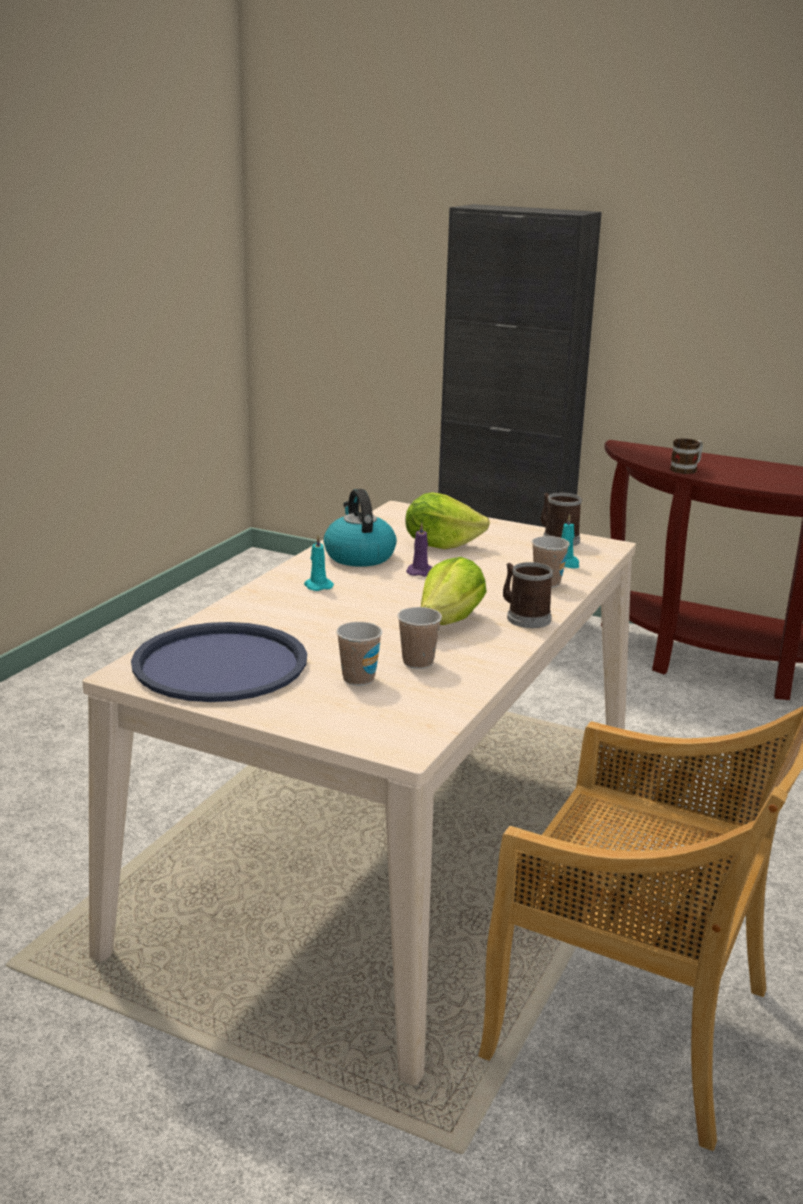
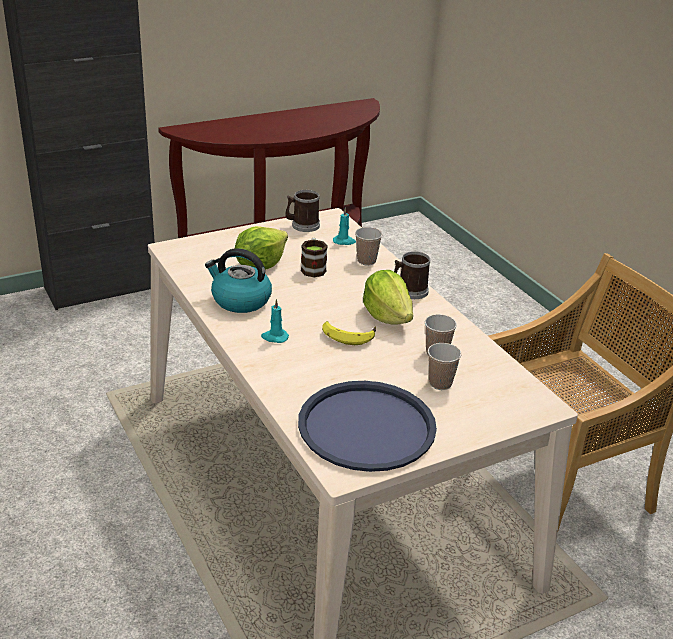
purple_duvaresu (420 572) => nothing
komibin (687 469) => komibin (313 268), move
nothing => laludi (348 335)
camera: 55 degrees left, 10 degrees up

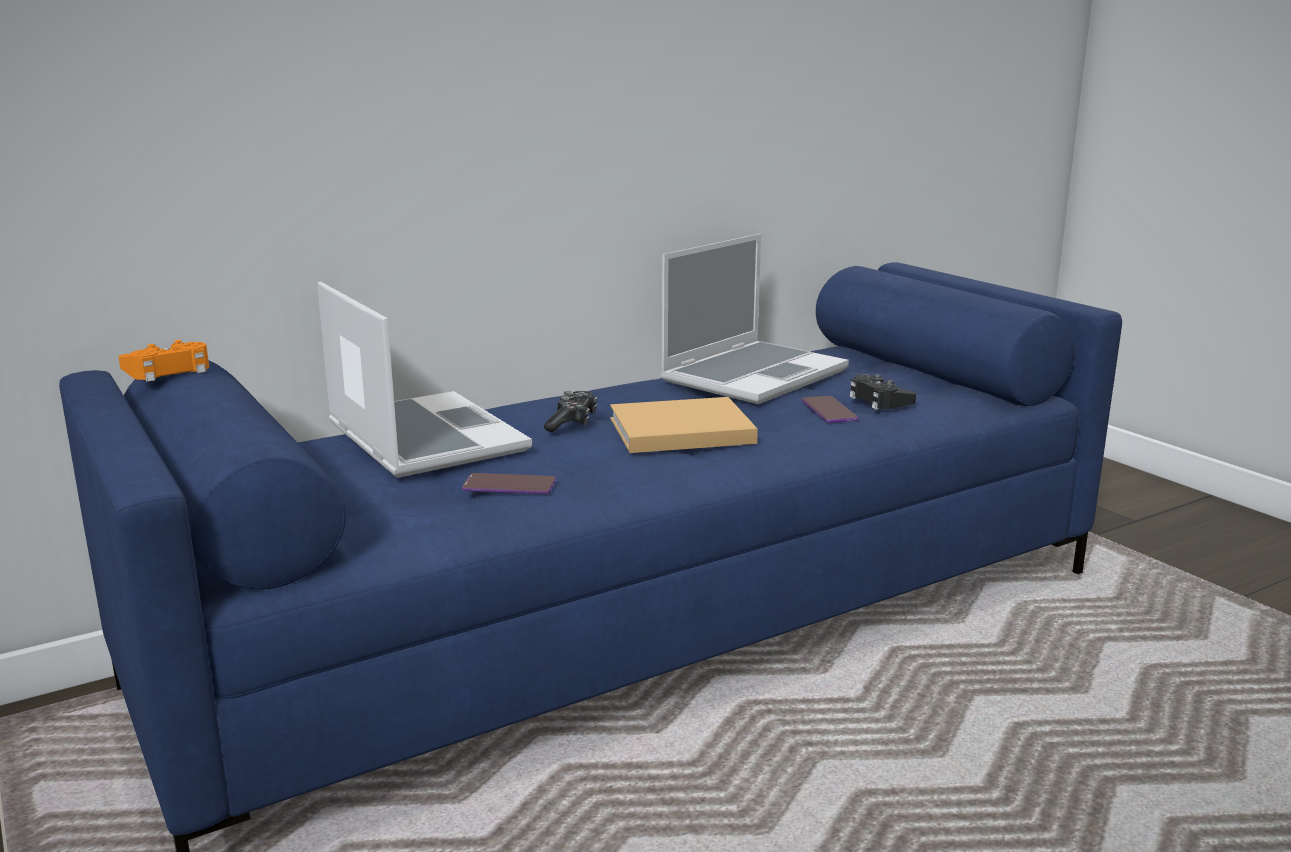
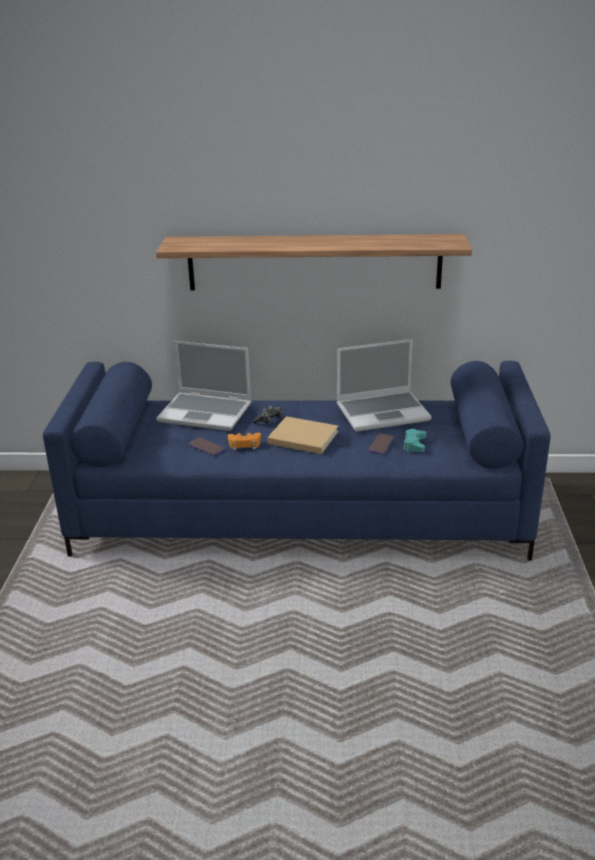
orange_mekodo (169 371) => orange_mekodo (244 444), move
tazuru (422 438) => tazuru (206 413), 105 degrees clockwise
black_mekodo (879 400) => turquoise_mekodo (414 444)
nothing => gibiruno (314 262)
camera: 35 degrees right, 10 degrees up

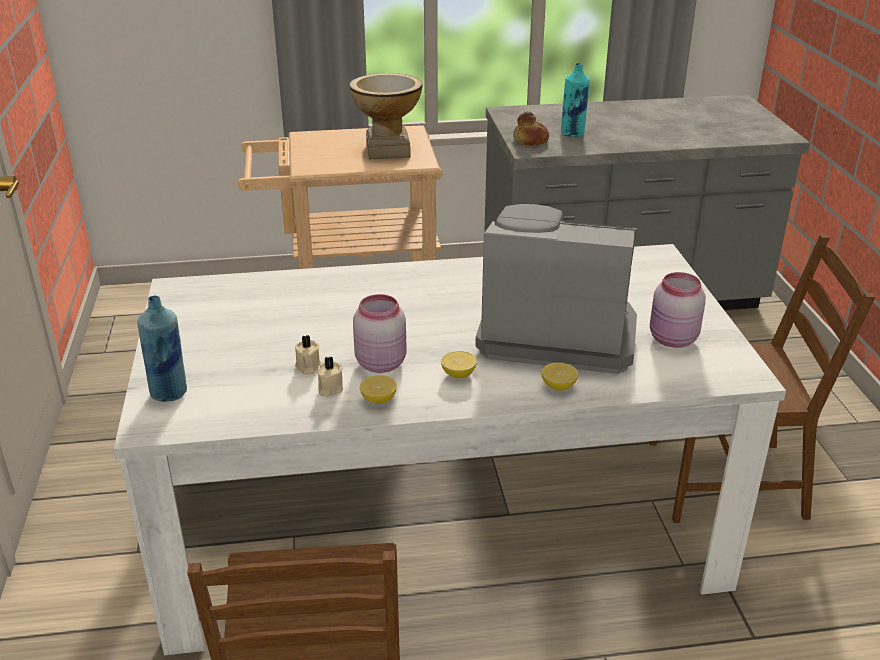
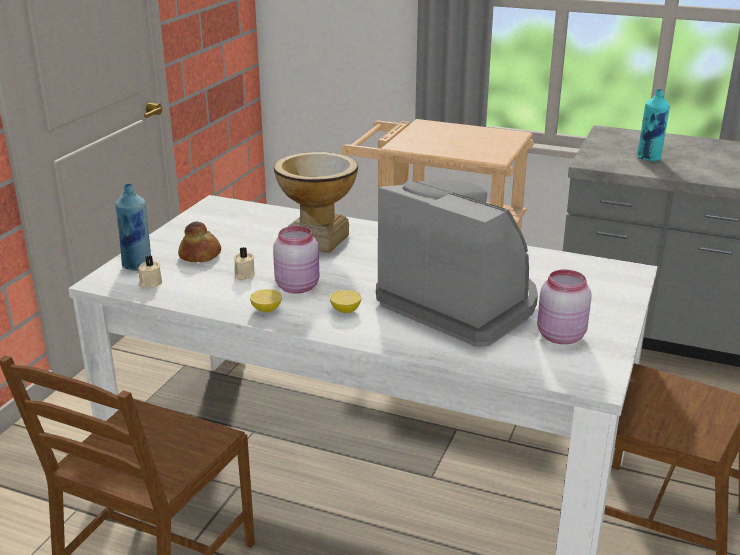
beige_duvaresu (329 388) => beige_duvaresu (150 283), move
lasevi (387 150) => lasevi (318 239), move
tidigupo (531 140) => tidigupo (201 255), move
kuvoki (558 386) => nothing
camera: 30 degrees right, 5 degrees down

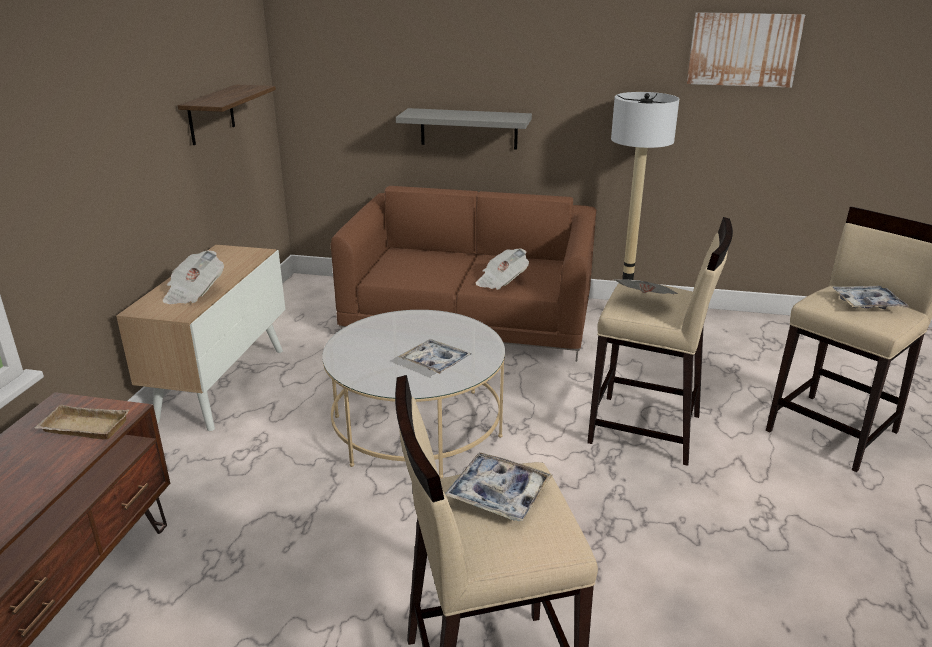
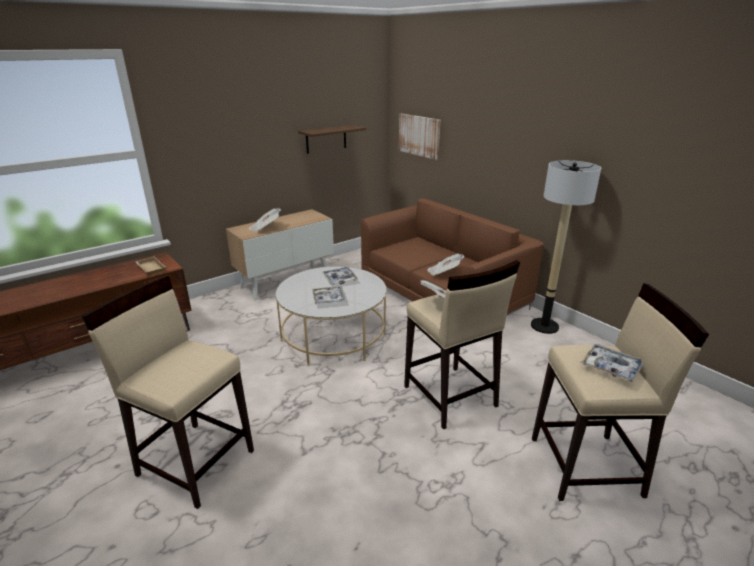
grey_gibiruno (468 128) => nothing
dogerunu (498 494) => dogerunu (340 279), move
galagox (743 49) => galagox (419 135), move
camera: 40 degrees right, 0 degrees up

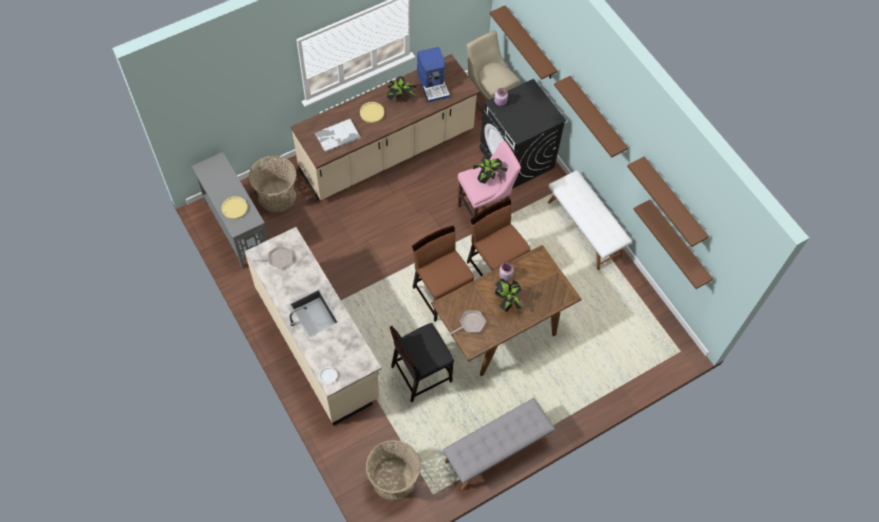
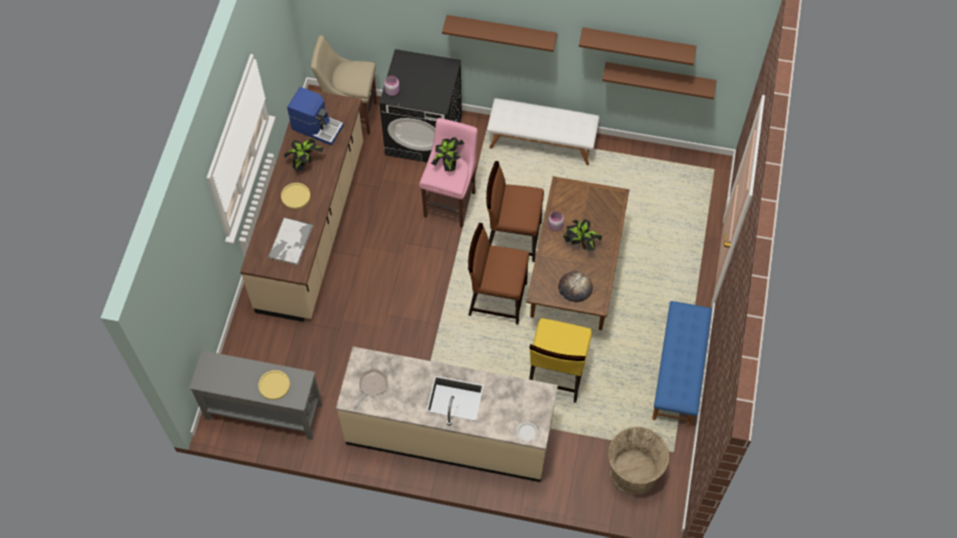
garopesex (277 196) => nothing
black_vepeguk (420 374) => yellow_vepeguk (556 374)
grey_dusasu (496 451) => blue_dusasu (679 373)
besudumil (470 324) => tidigupo (575 287)
brown_gibiruno (529 44) => nothing
camera: 45 degrees left, 0 degrees up

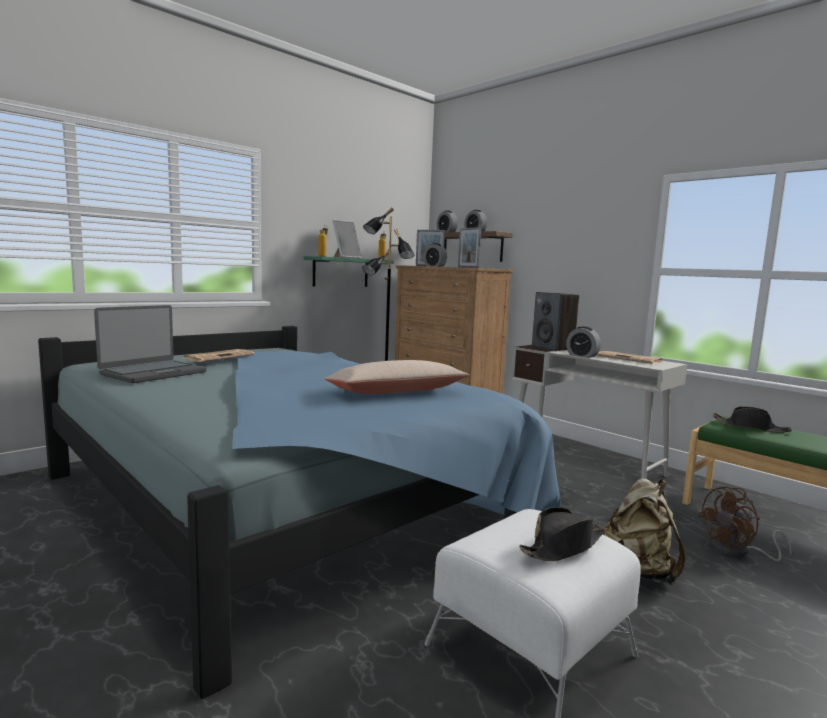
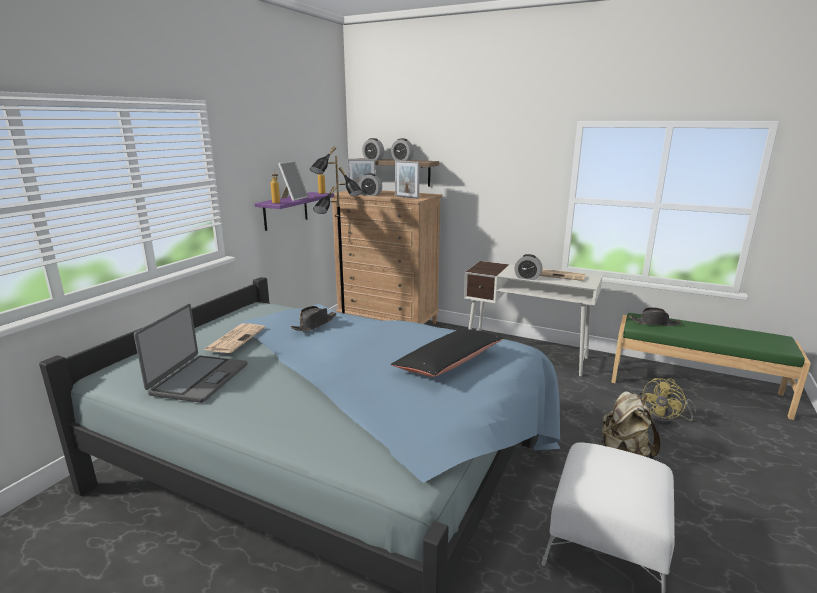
green_gibiruno (340 272) => purple_gibiruno (285 211)
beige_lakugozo (396 392) => black_lakugozo (448 363)
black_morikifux (563 547) => black_morikifux (314 324), move
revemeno (553 348) => nothing
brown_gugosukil (738 552) => yellow_gugosukil (666 419)
camera: 20 degrees left, 10 degrees up

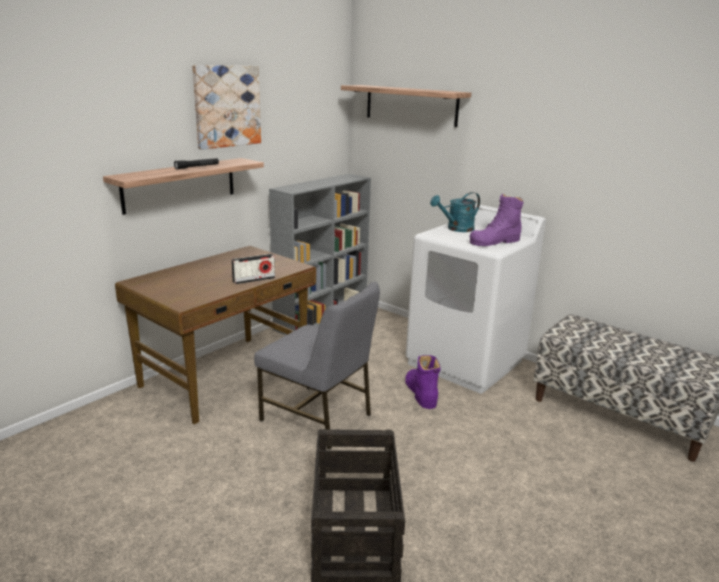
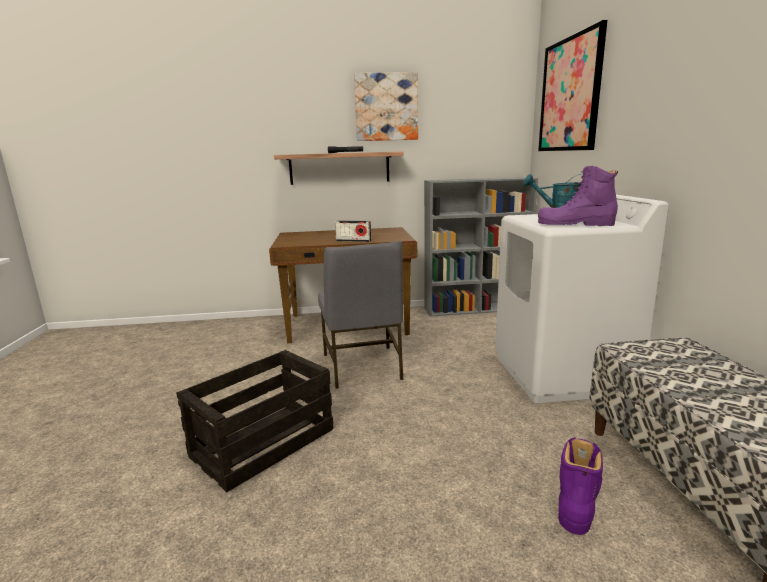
gibiruno (411 105) => galagox (570 95)
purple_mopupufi (420 393) => purple_mopupufi (579 500), move
camera: 45 degrees right, 5 degrees down

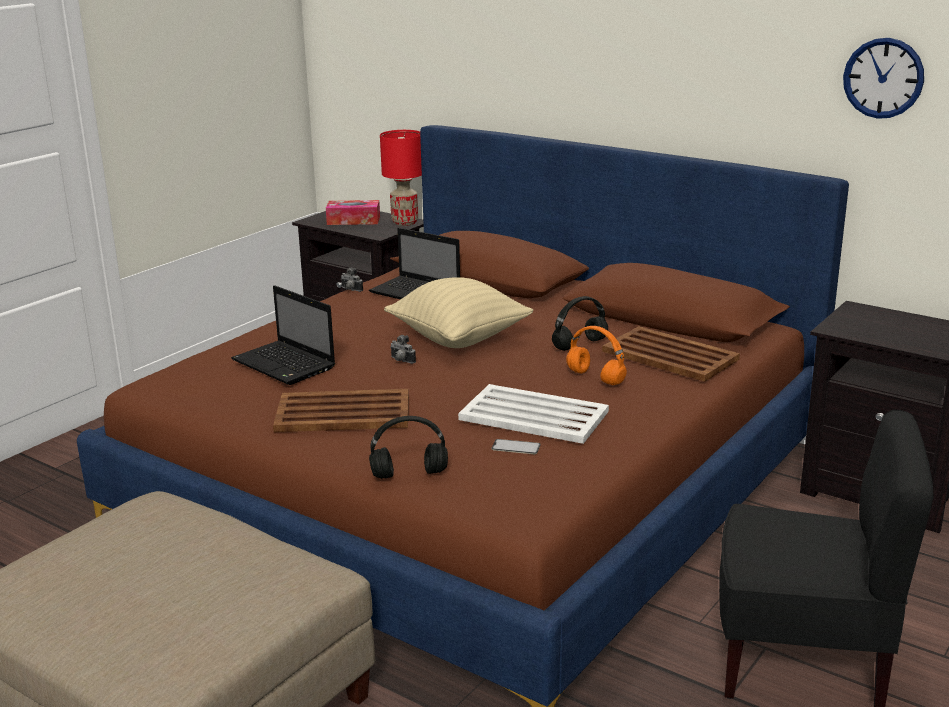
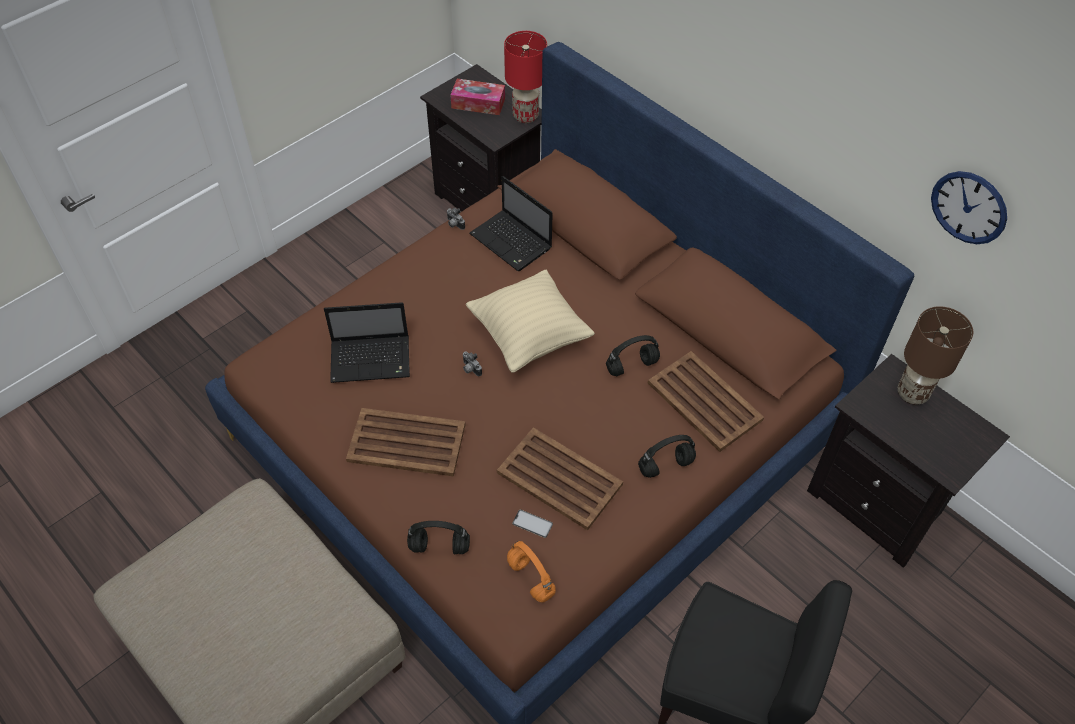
tazuru (285 365) => tazuru (372 359), 60 degrees counterclockwise
white_dogerunu (532 415) => brown_dogerunu (558 478)
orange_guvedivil (594 377) => orange_guvedivil (530 578), move
nothing => black_guvedivil (665 467)
nothing => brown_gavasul (912 393)
camera: 10 degrees right, 30 degrees up

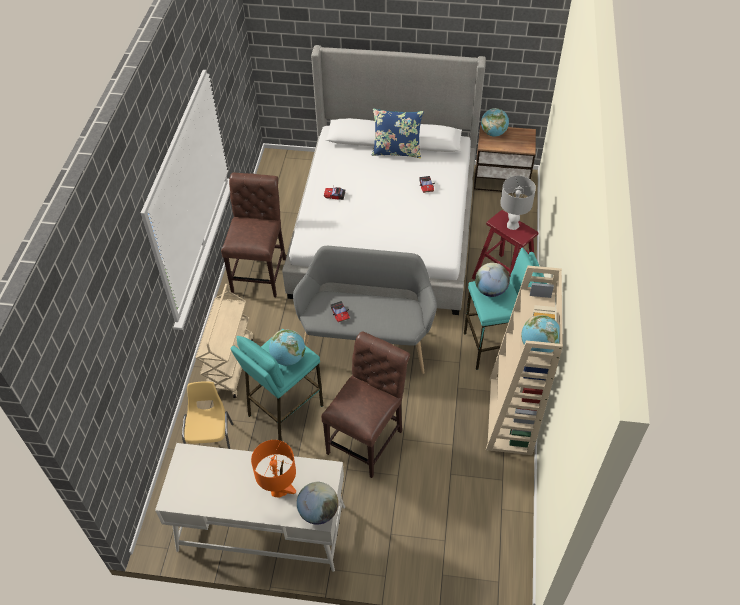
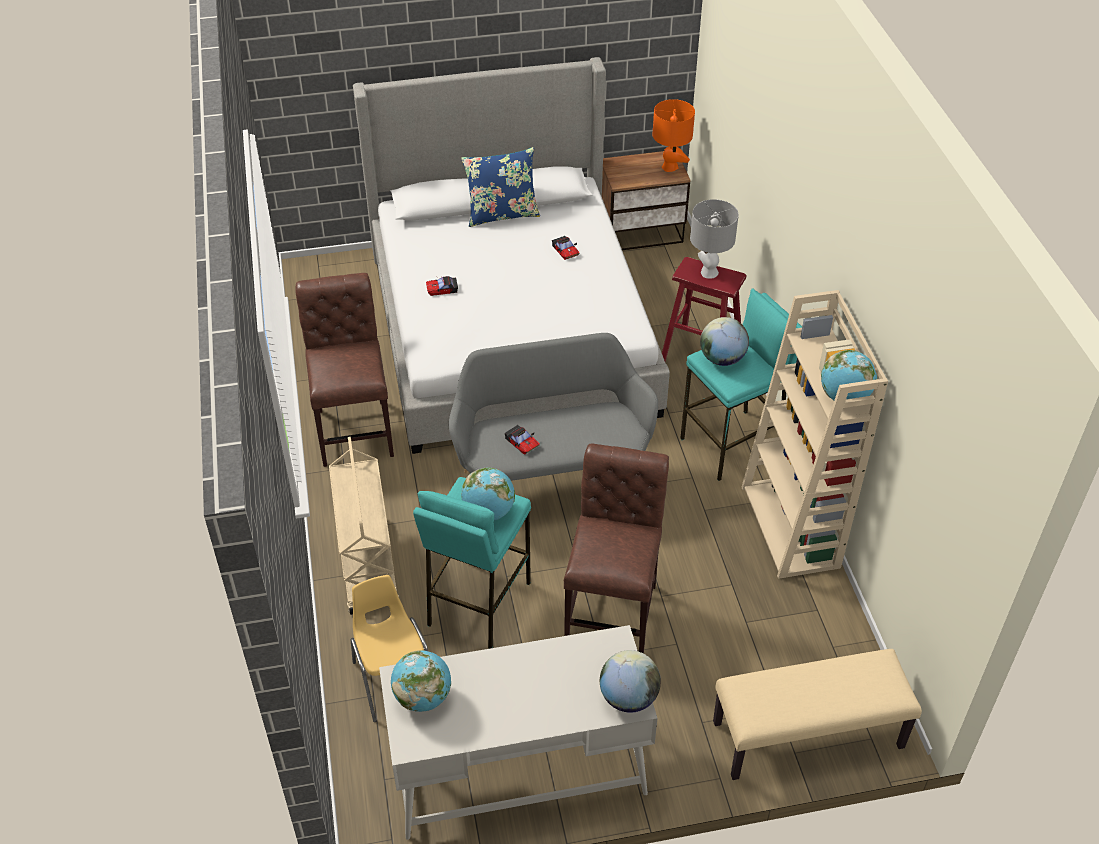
orange_gavasul (279 490) => orange_gavasul (670 167), move
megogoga (493 133) => megogoga (423 697), move
nothing => beige_dusasu (807 736)
camera: 20 degrees left, 5 degrees down

